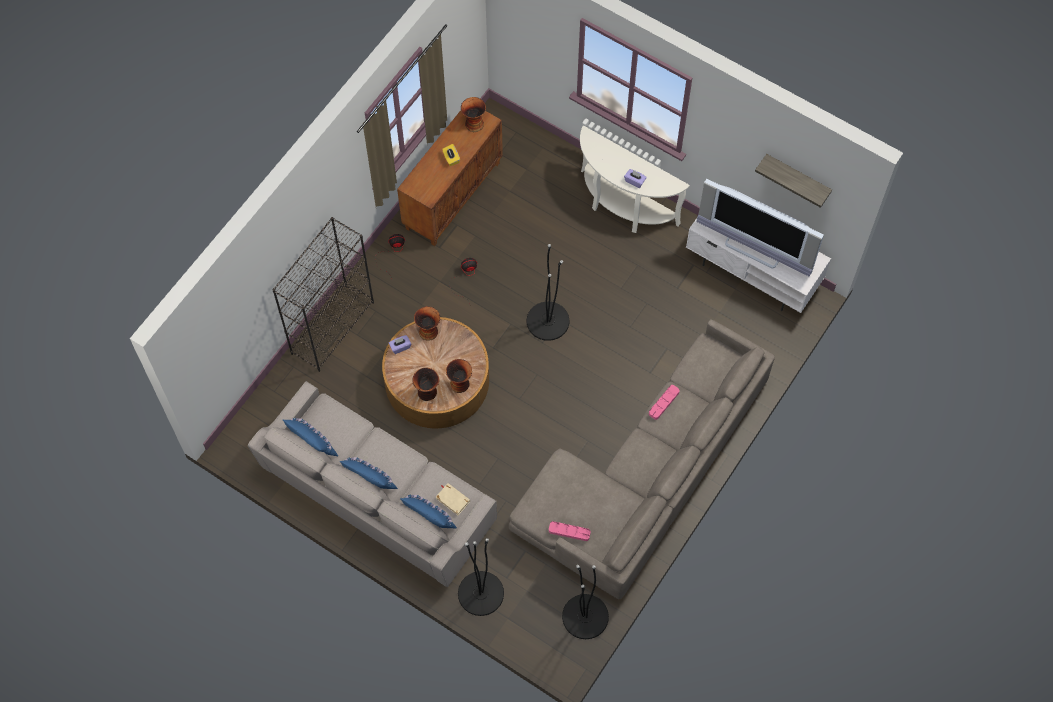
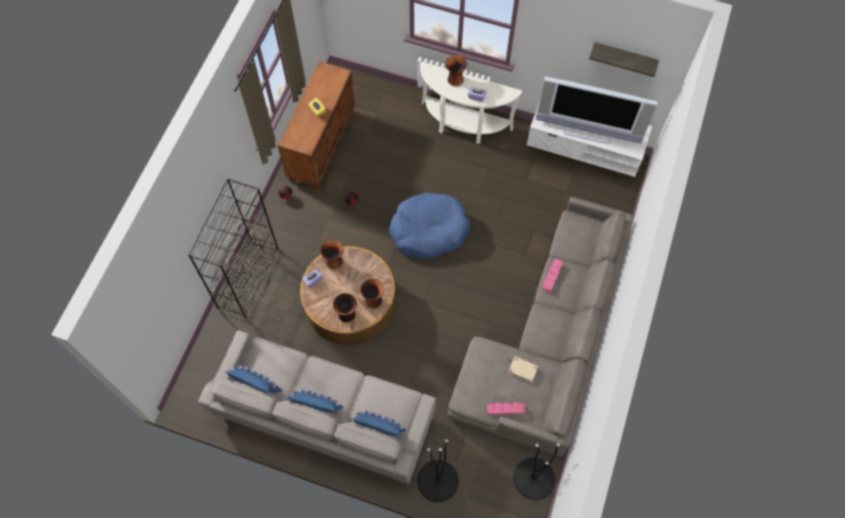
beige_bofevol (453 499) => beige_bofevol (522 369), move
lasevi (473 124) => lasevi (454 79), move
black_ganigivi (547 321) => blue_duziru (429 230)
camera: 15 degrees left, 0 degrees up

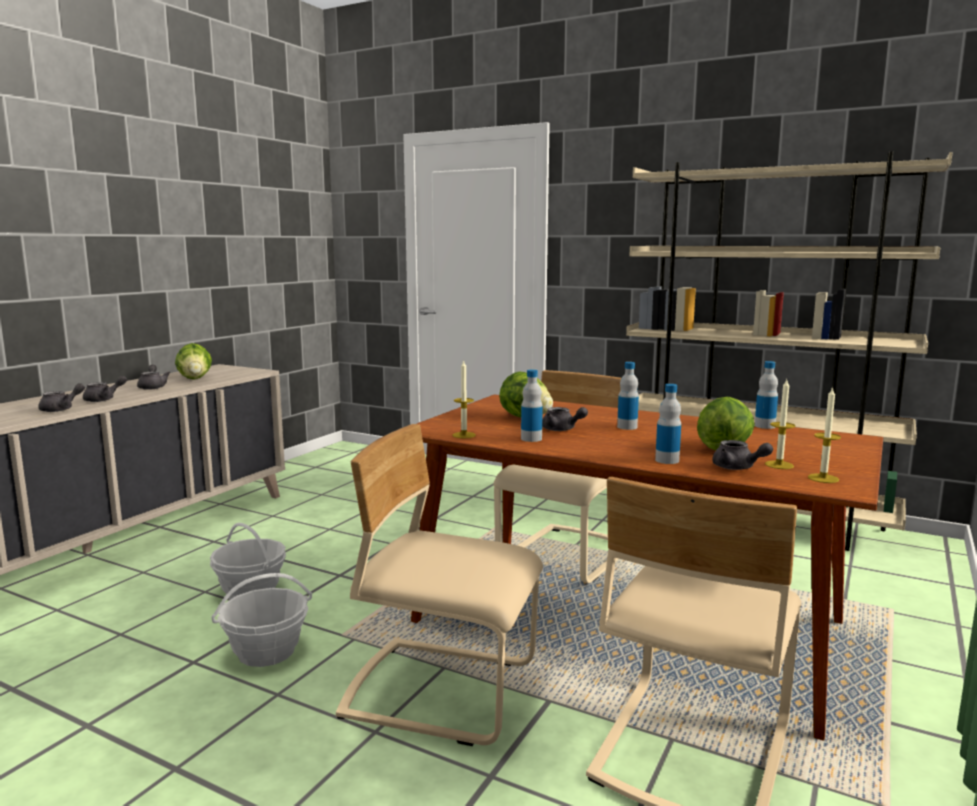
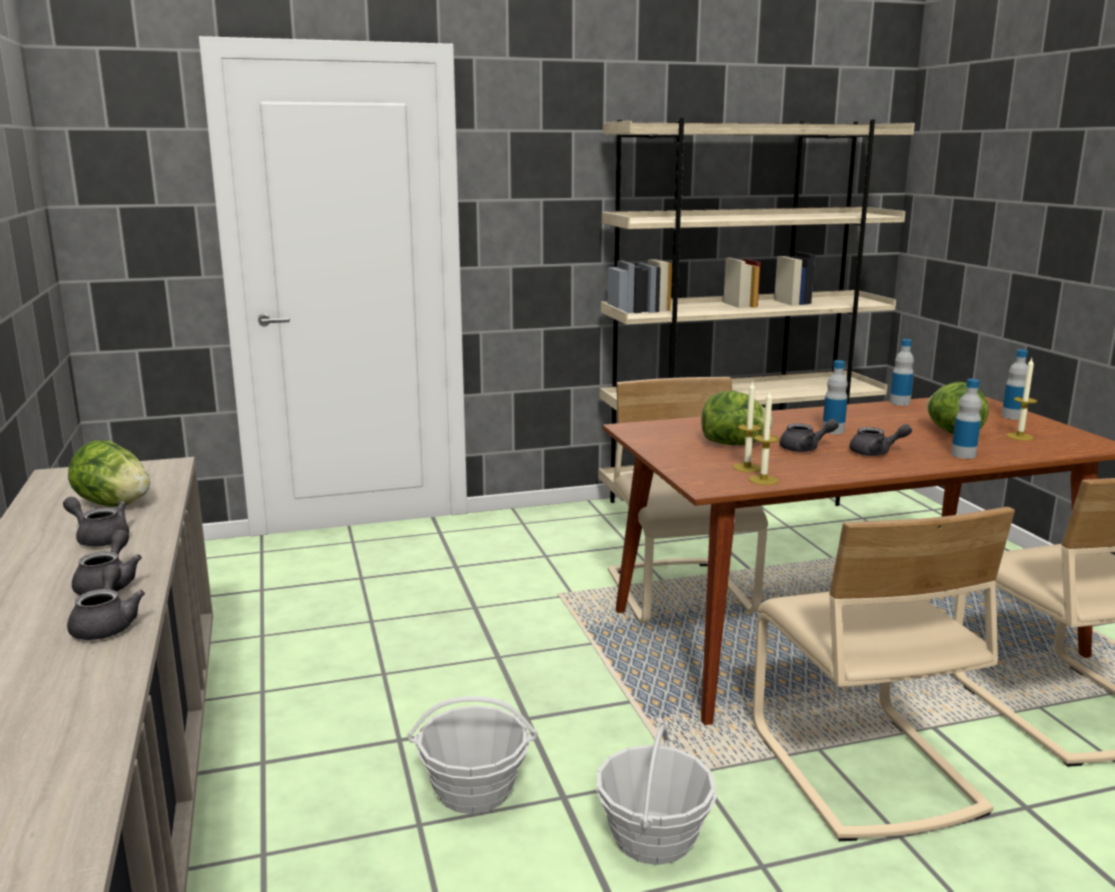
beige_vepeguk (441 690) => beige_vepeguk (861 769), 75 degrees counterclockwise
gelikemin (531 439) => gelikemin (1012 417), move
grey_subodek (737 468) => grey_subodek (876 453), move
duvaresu (823 478) => duvaresu (747 468), move
camera: 45 degrees left, 5 degrees up

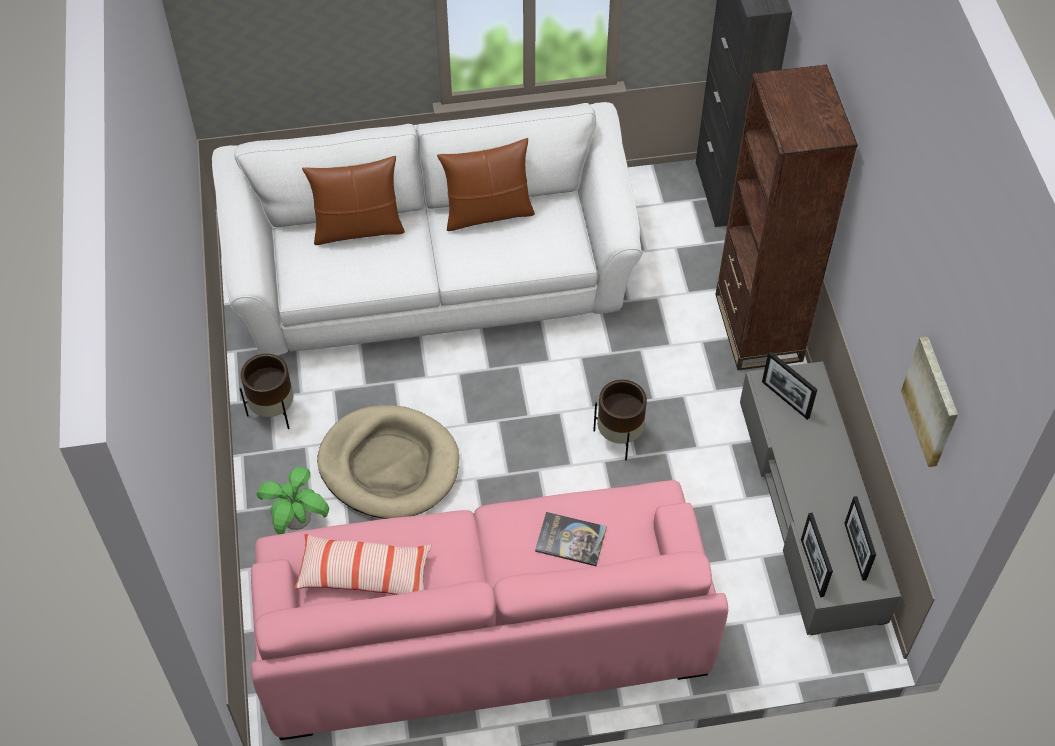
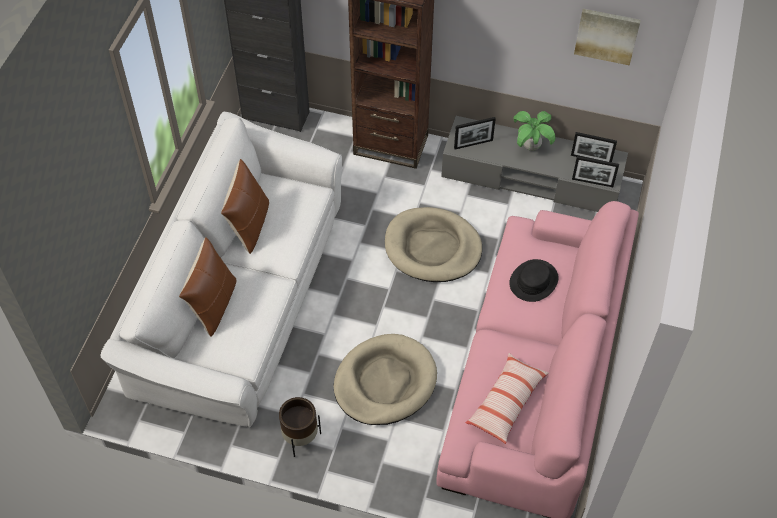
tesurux (298 522) => tesurux (531 146), move
bofevol (571 539) => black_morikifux (533 281)
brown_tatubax (619 438) => beige_duziru (432 248)
camera: 65 degrees left, 0 degrees up

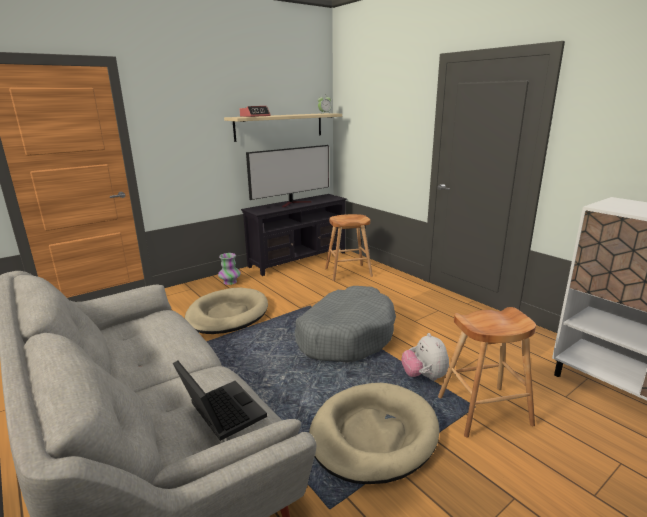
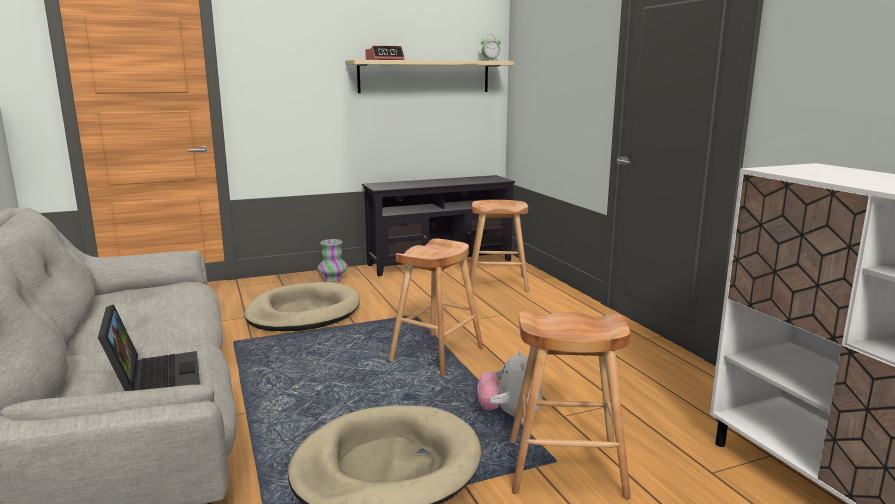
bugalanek (294 203) => nothing
grey_duziru (345 335) => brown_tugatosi (437 354)
camera: 15 degrees right, 5 degrees down

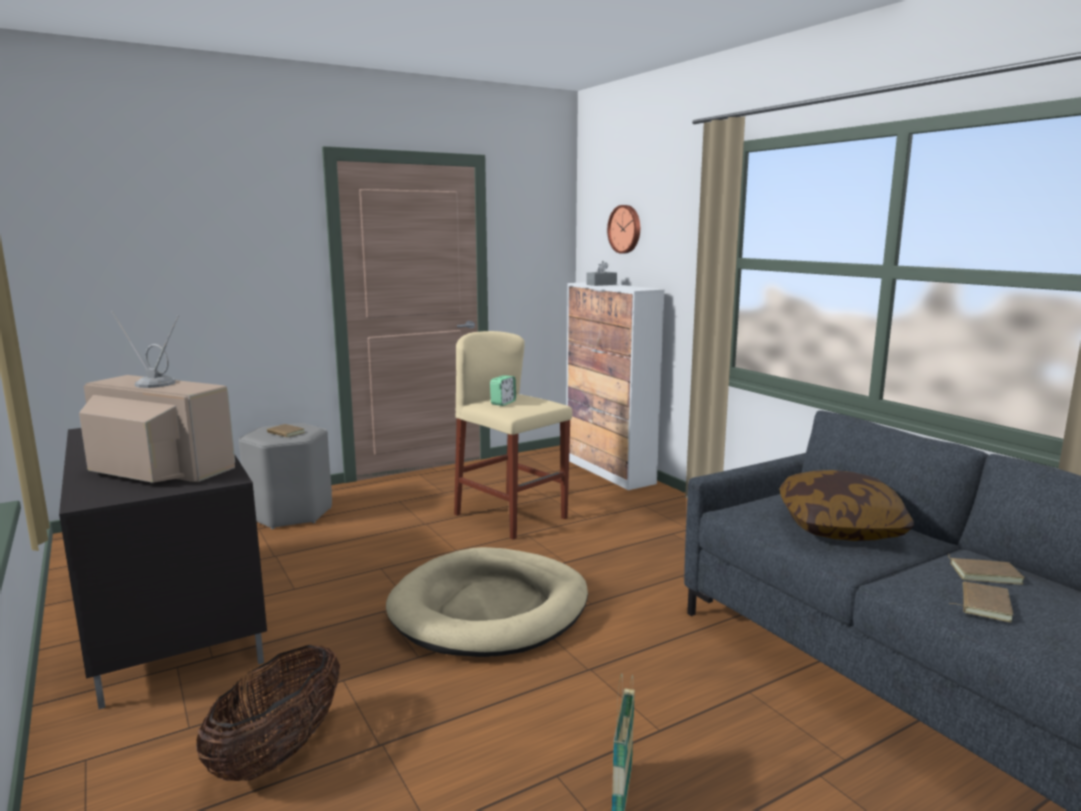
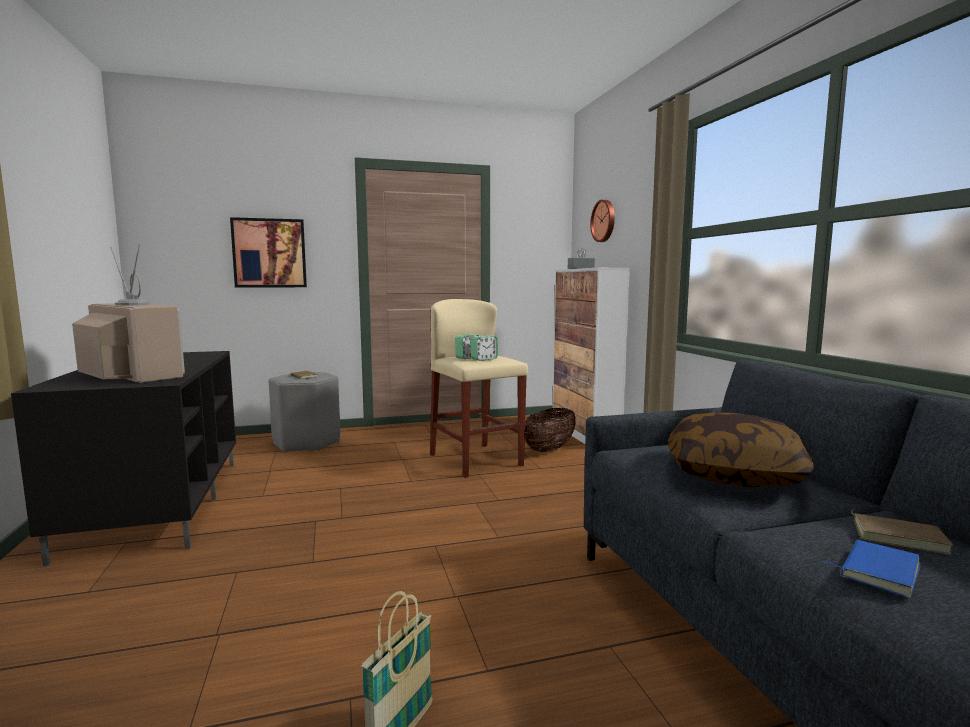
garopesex (278 752) => garopesex (549 449), move
beige_duziru (490 608) => nothing
brown_bofevol (983 604) => blue_bofevol (876 570)
nothing => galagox (269 253)
nothing => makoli (484 359)
camera: 15 degrees right, 5 degrees down

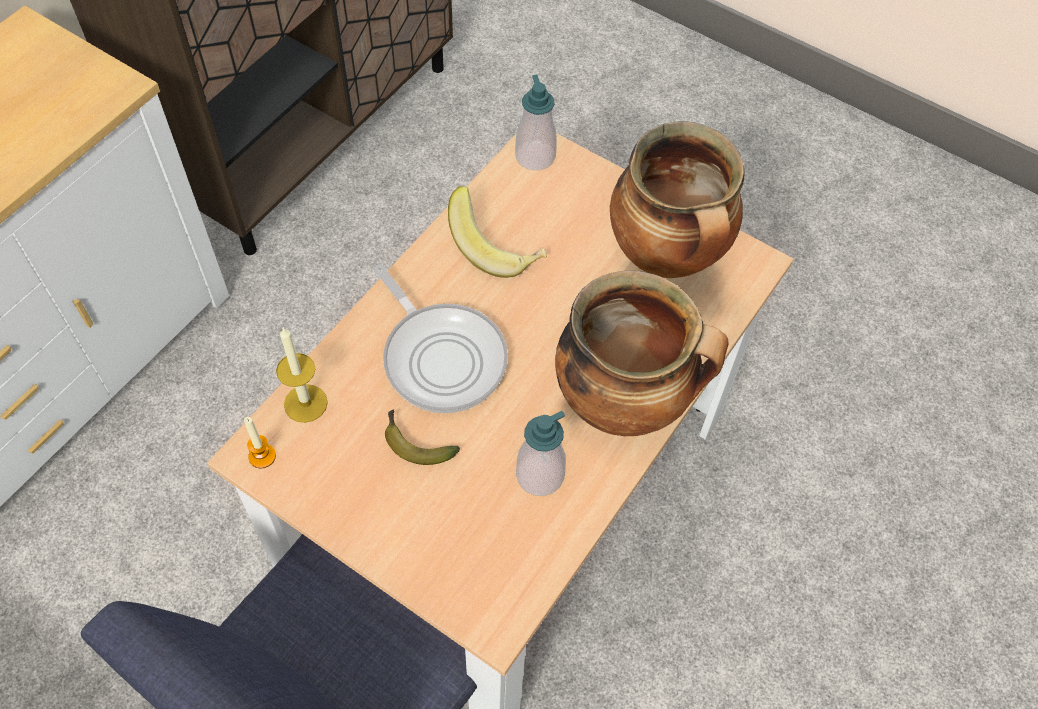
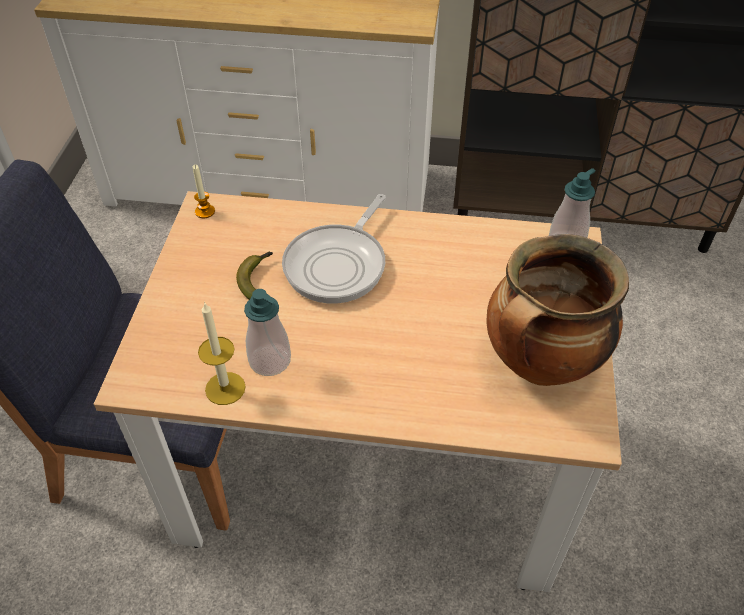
duvaresu (305 403) => duvaresu (225 388), move
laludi (496 248) => nothing
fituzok (624 401) => nothing
camera: 65 degrees right, 10 degrees down

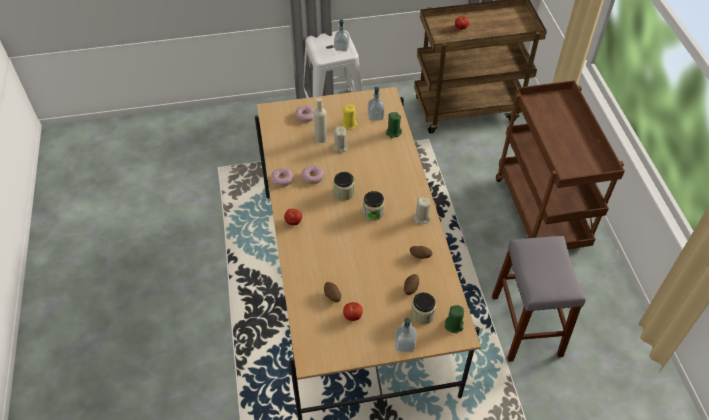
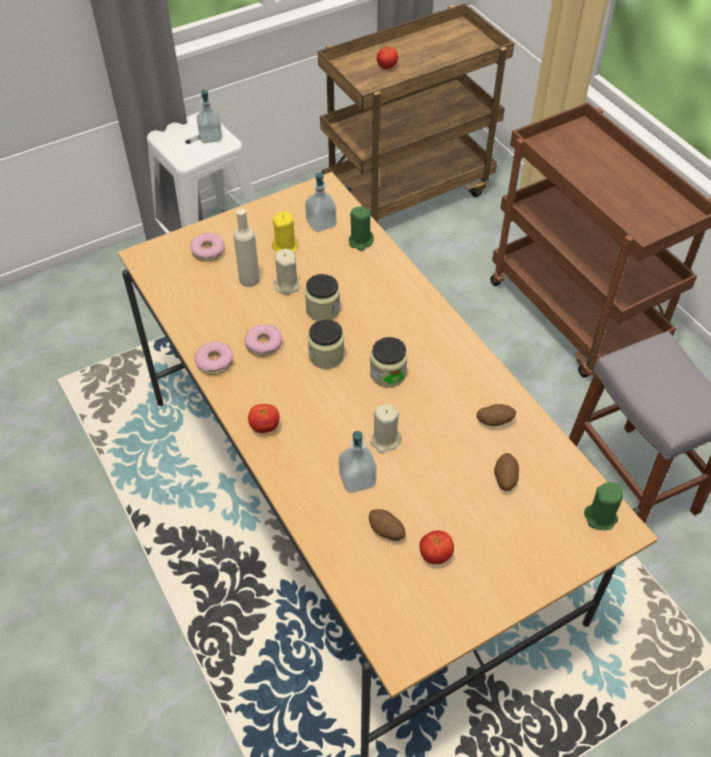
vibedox (404 344) => vibedox (357 479), move
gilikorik (422 314) => gilikorik (323 310), move
beige_duvaresu (421 218) => beige_duvaresu (385 440), move
camera: 20 degrees left, 0 degrees up

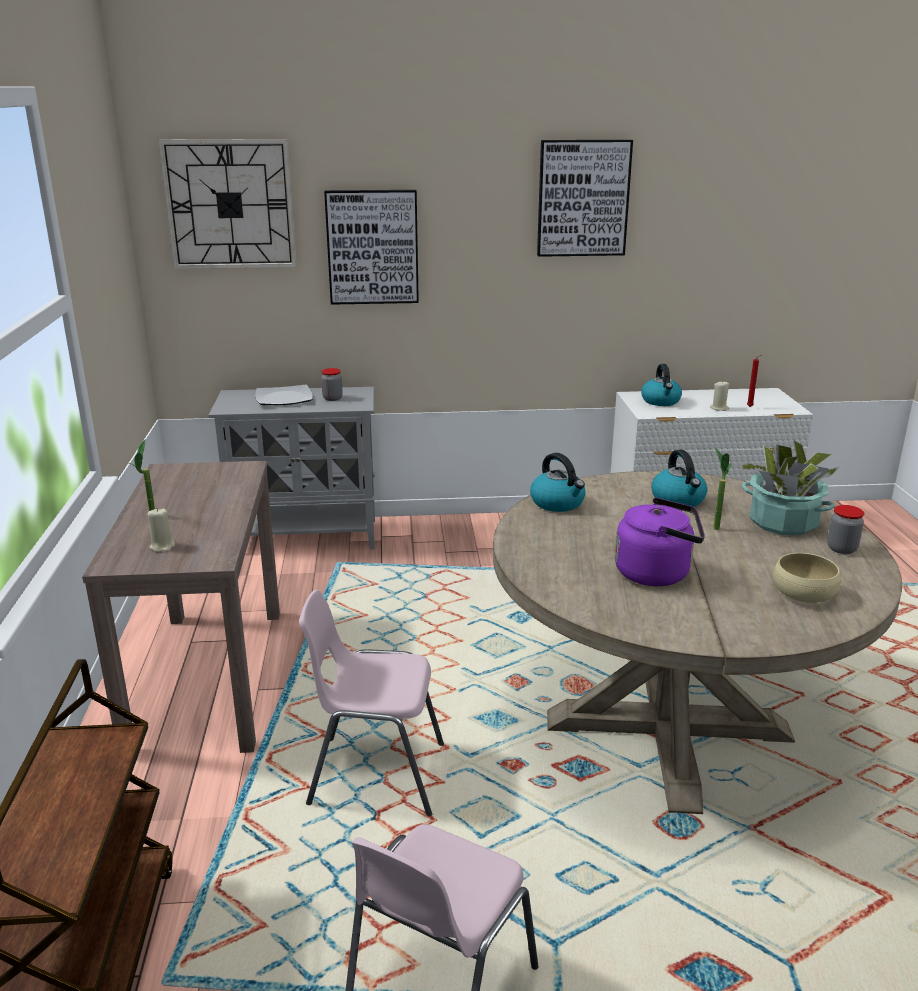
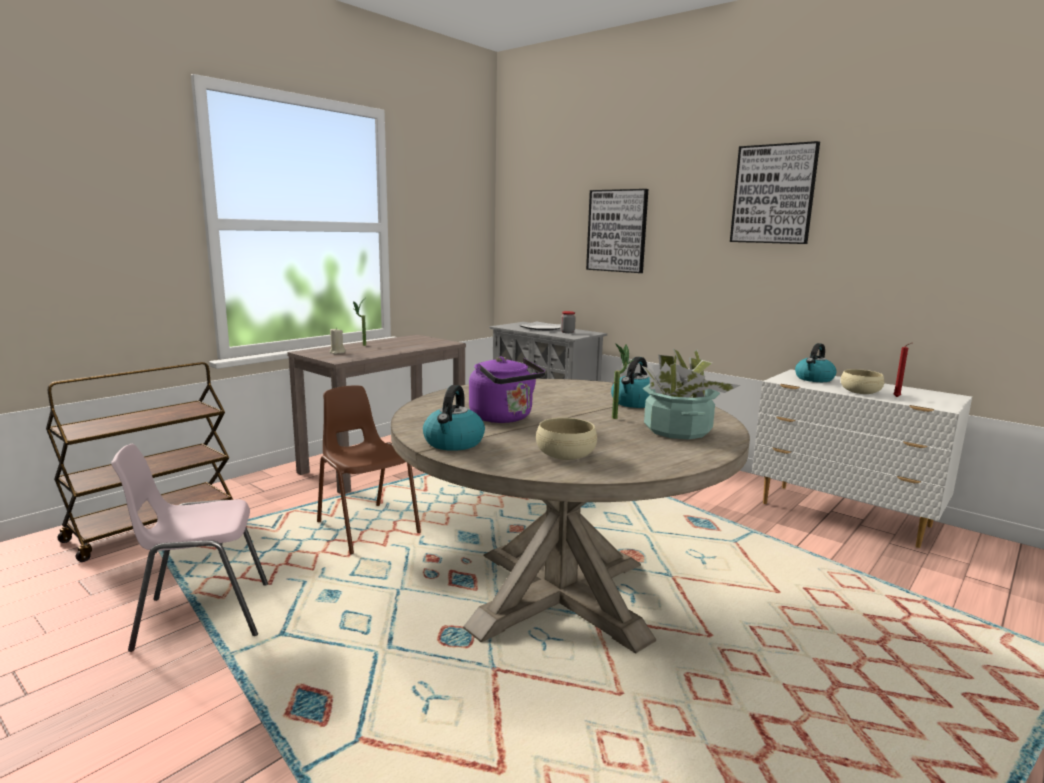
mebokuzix (230 205) => nothing
pink_vepeguk (376 774) => brown_vepeguk (367 527)
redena (558 503) => redena (453 443), move
beige_duvaresu (719 408) => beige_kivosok (860 391)
gilikorik (841 549) => nothing
camera: 45 degrees right, 10 degrees down

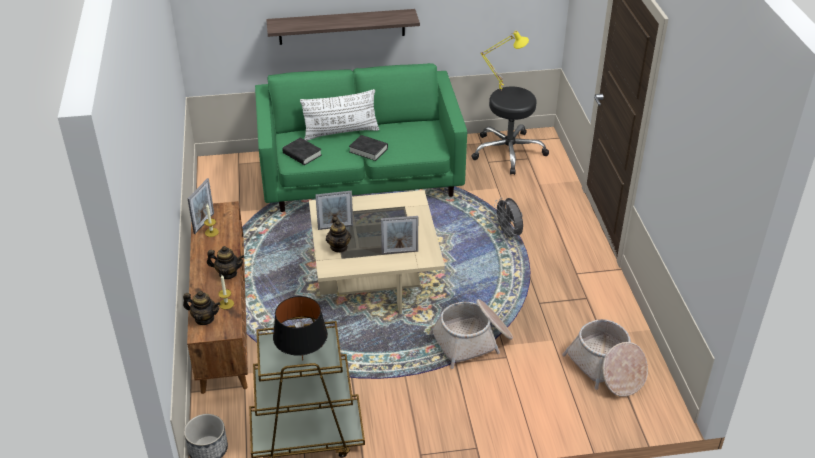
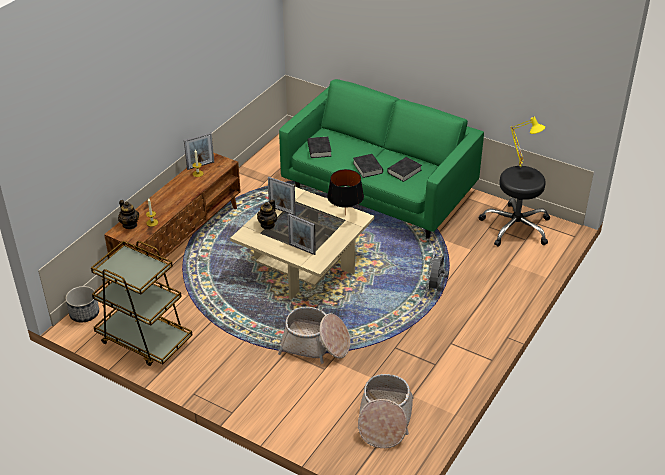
subodek (228 273) => nothing
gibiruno (342 26) => nothing
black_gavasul (302 360) => black_gavasul (345 215), move
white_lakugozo (341 132) => nothing
nothing => black_bofevol (404 171)
camera: 40 degrees right, 0 degrees up

